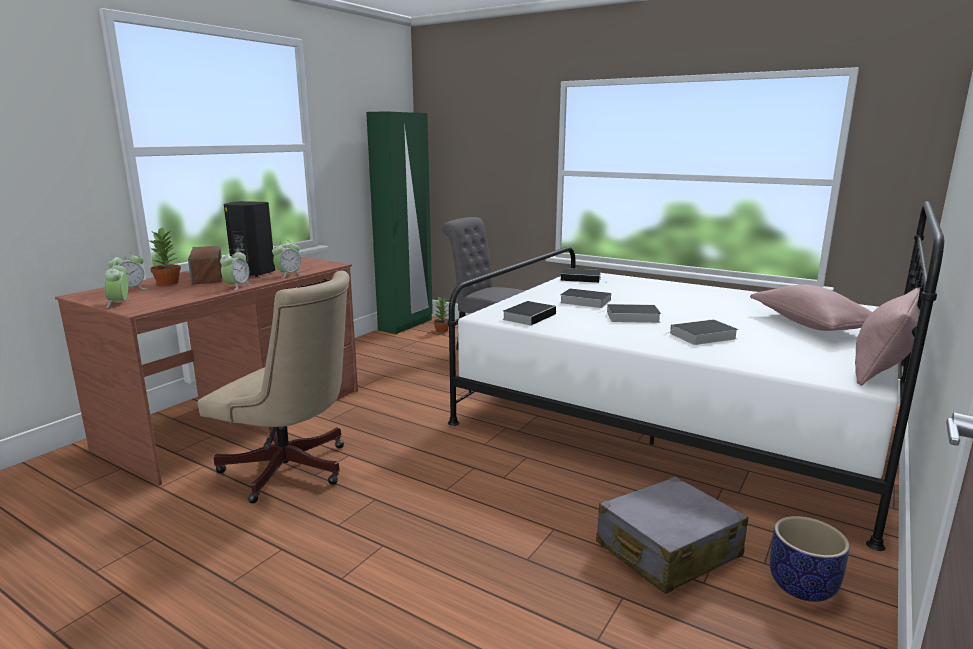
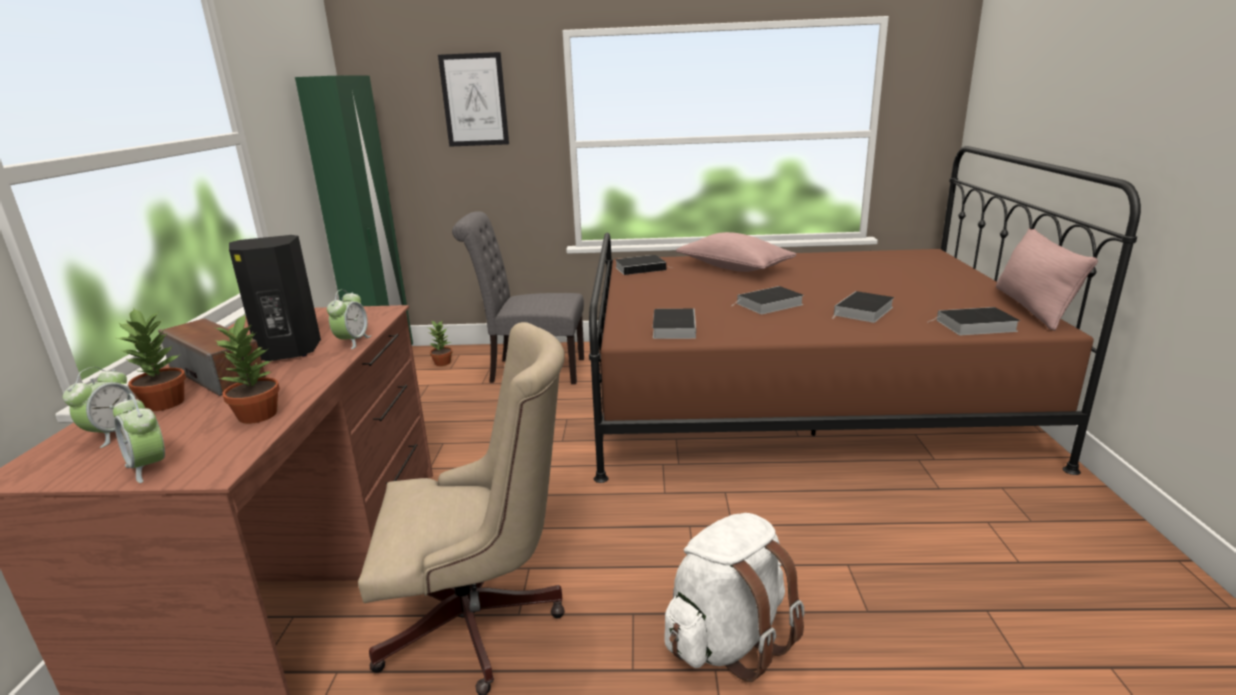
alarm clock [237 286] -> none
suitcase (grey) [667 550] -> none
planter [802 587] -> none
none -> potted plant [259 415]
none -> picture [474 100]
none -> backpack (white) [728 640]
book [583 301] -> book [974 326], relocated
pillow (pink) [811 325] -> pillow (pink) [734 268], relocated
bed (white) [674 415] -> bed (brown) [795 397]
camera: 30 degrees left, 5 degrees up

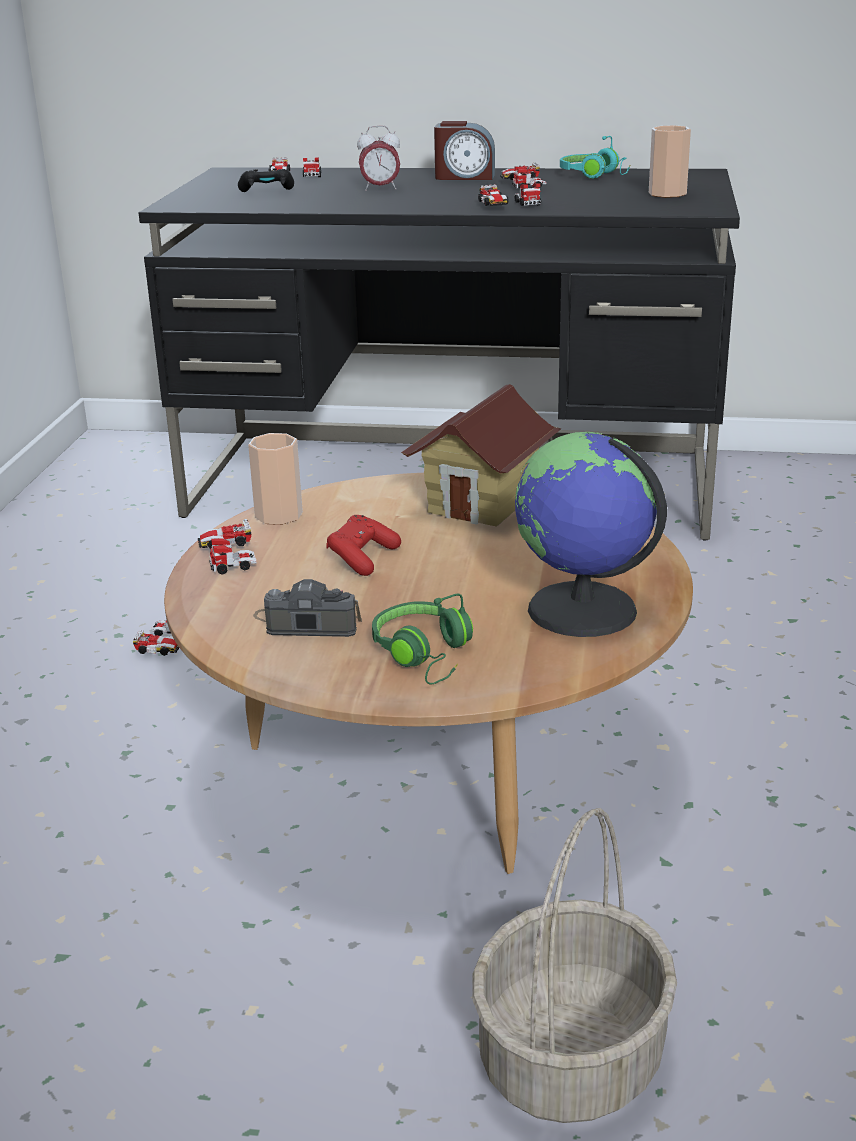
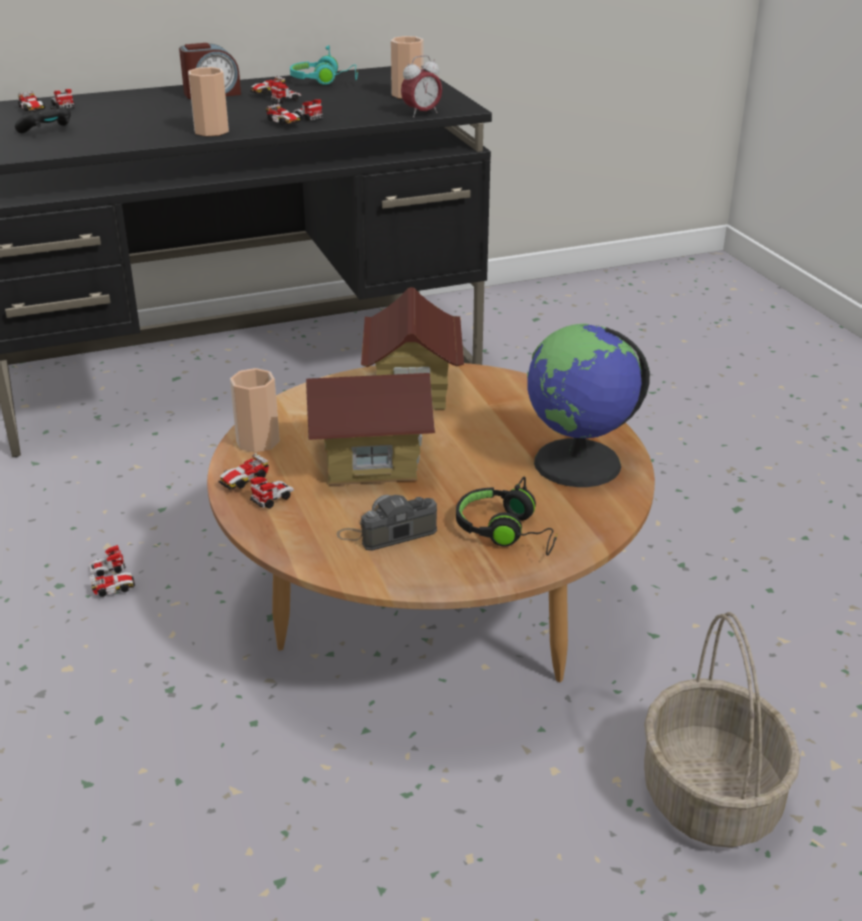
none -> cup [211 131]
alarm clock [380 189] -> alarm clock [421 114], relocated
game controller (red) [362 558] -> toy house [370 463]
headphones (green) [426 655] -> headphones (black) [507 532]
camera: 30 degrees left, 5 degrees up

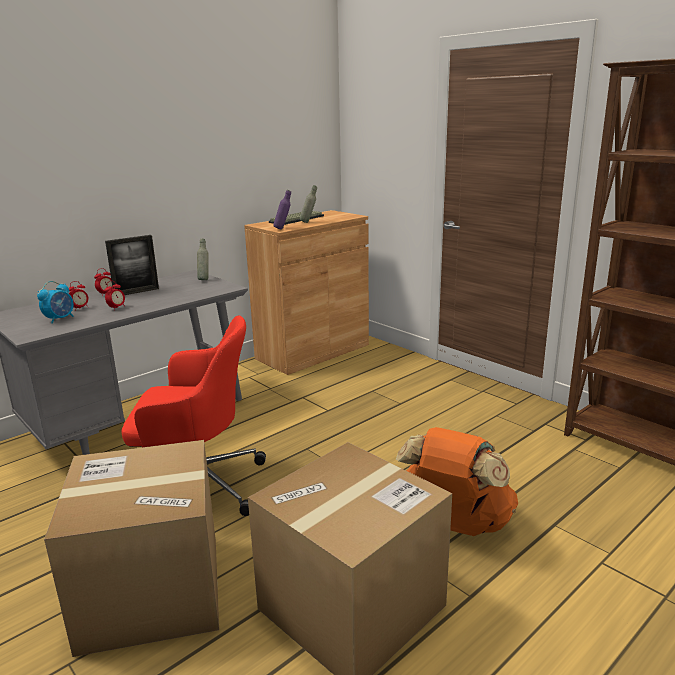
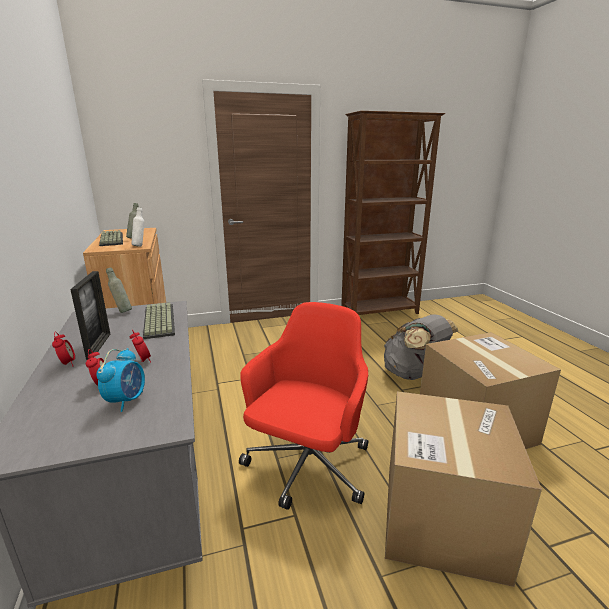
none -> keyboard [158 321]
bottle (purple) [283 229] -> bottle (white) [140 246]
backpack (orange) [454 524] -> backpack (grey) [414 374]
alarm clock [60 319] -> alarm clock [126 400], 45 degrees clockwise
camera: 65 degrees left, 0 degrees up

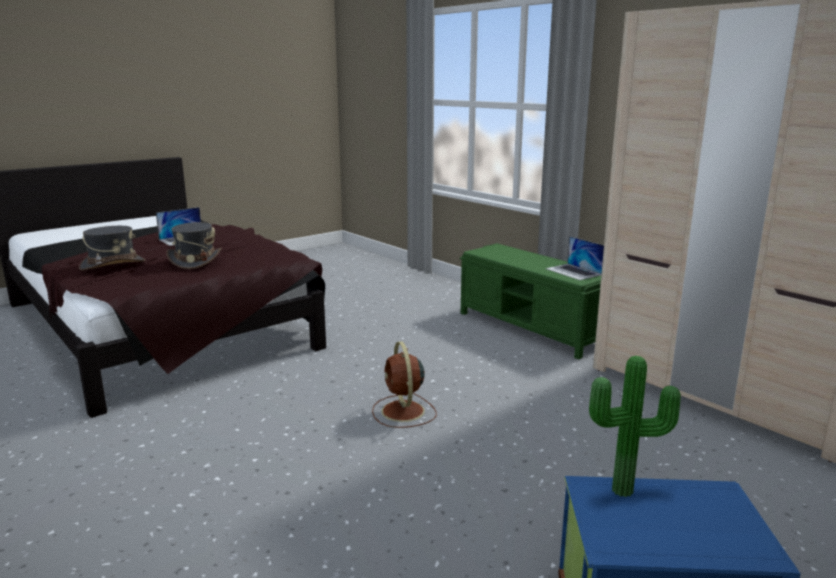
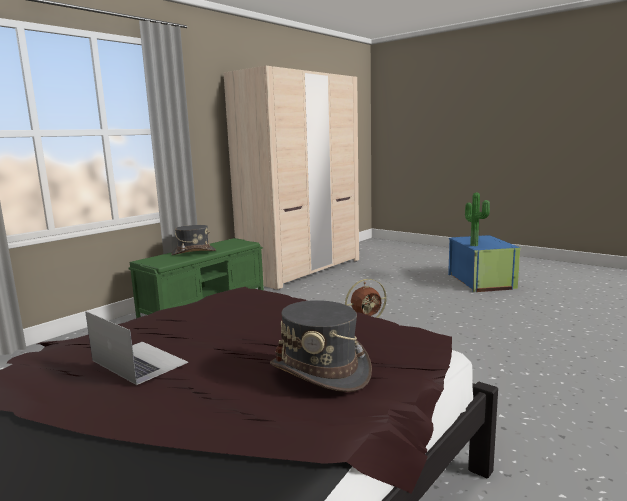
laptop [573 271] -> none
hat (grey) [195 261] -> hat (grey) [193 252], relocated
camera: 100 degrees left, 5 degrees down

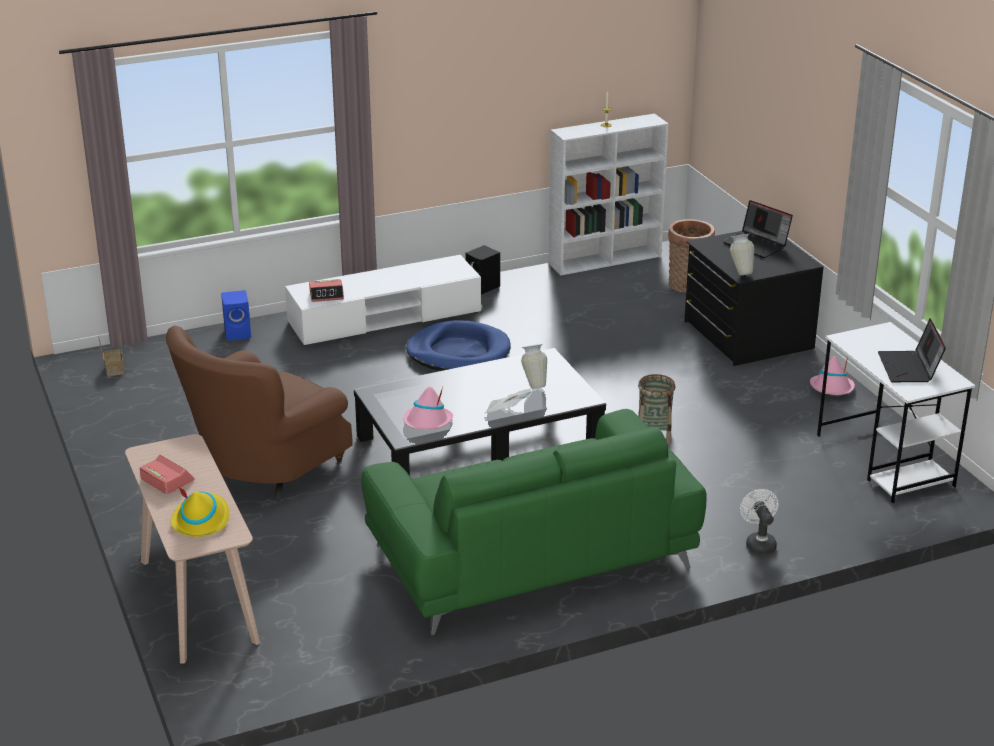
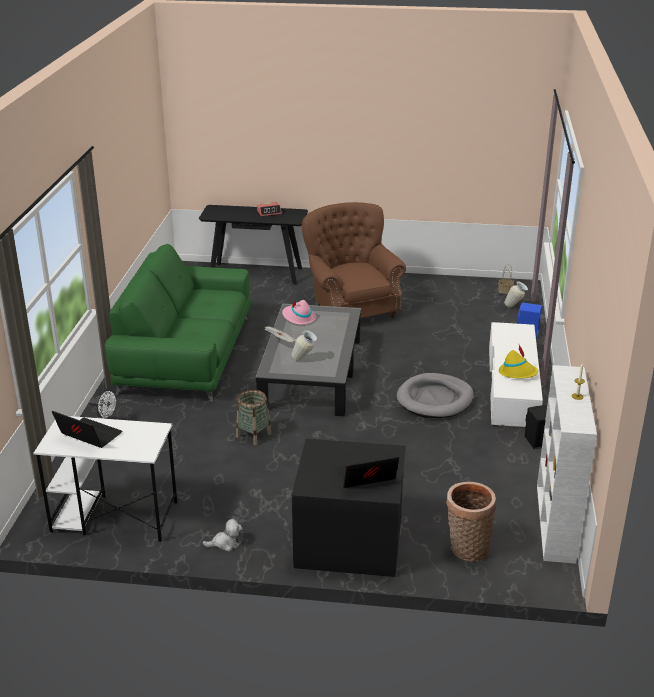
alarm clock [327 295] -> none
hat (yellow) [201 520] -> hat (yellow) [517 373], relocated
vase [740 272] -> vase [515 307], relocated
hat (pink) [832 388] -> plush toy [225 543]
console table (beige) [197 601] -> console table (black) [256 273]
dog bed (blue) [458 352] -> dog bed (grey) [435 399]
camera: 120 degrees right, 0 degrees up

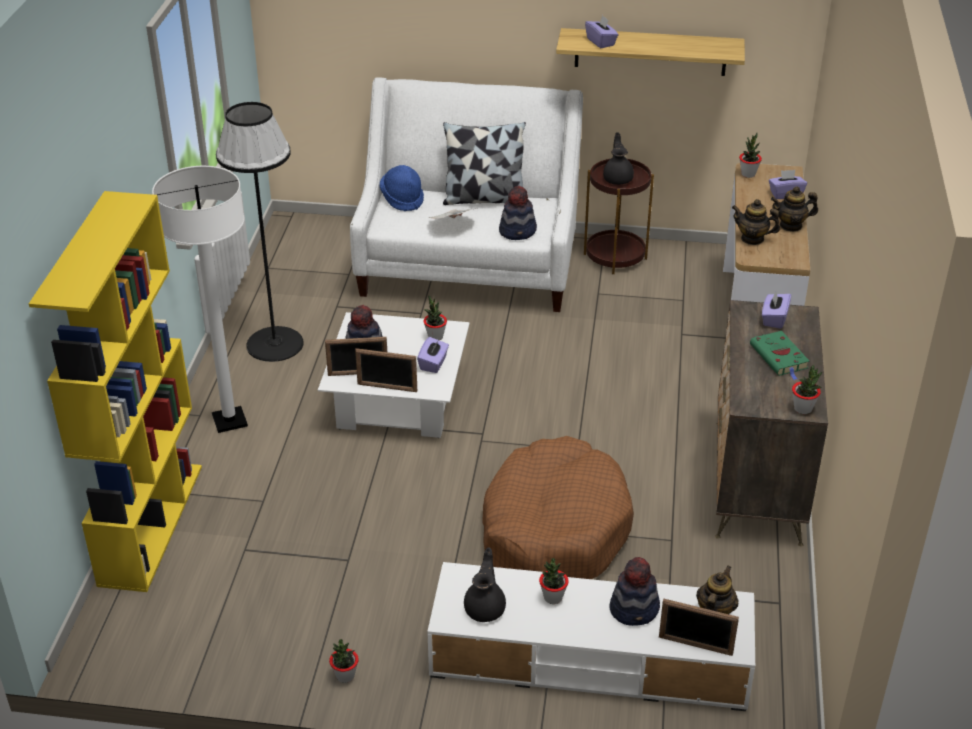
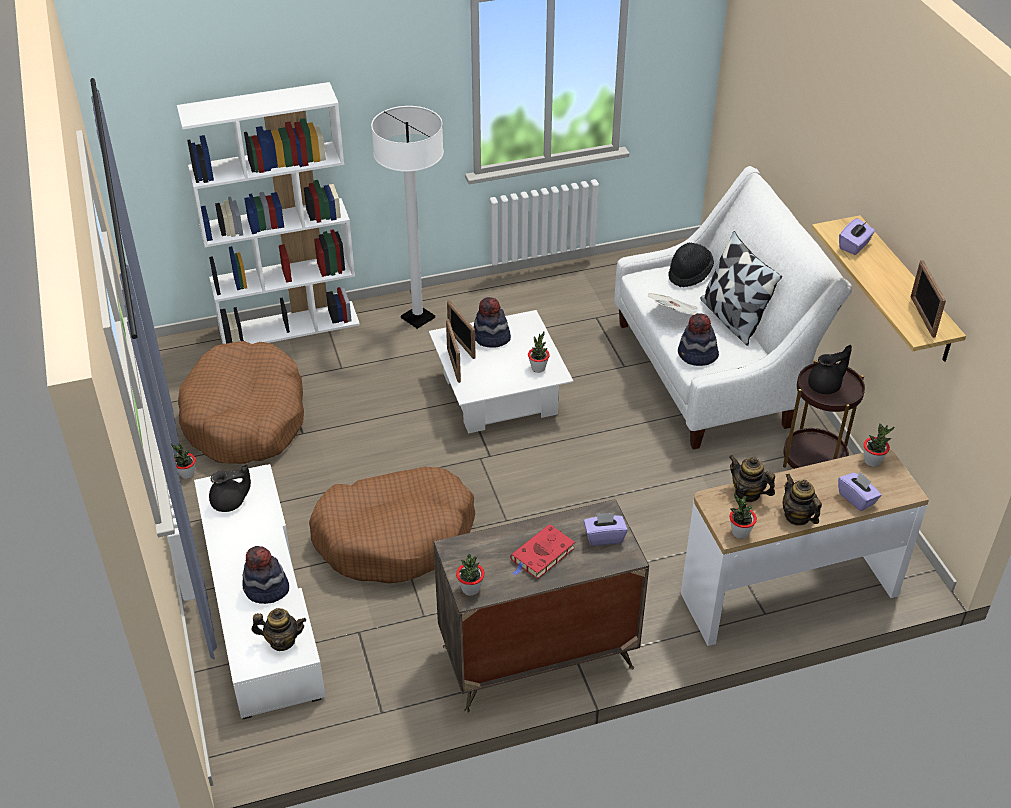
floor lamp (black) [274 344] -> none
tissue box (purple) [433 363] -> none
none -> dog bed (brown) [245 418]
potted plant [553 597] -> potted plant [740 532], relocated
picture frame [695 645] -> picture frame [922 316], relocated
bookcase (yellow) [150 523] -> bookcase (white) [290 325]
hat (blue) [402 199] -> hat (black) [689 274]
book (green) [780 358] -> book (red) [541 555]
teapot [752 239] -> teapot [747 493], 45 degrees counterclockwise
camera: 65 degrees right, 5 degrees up

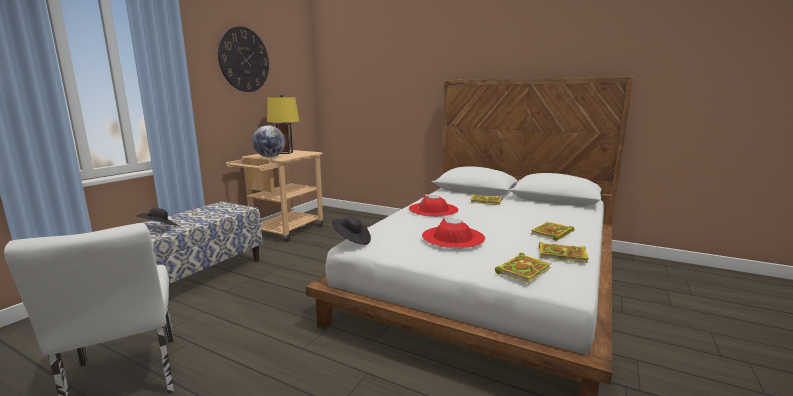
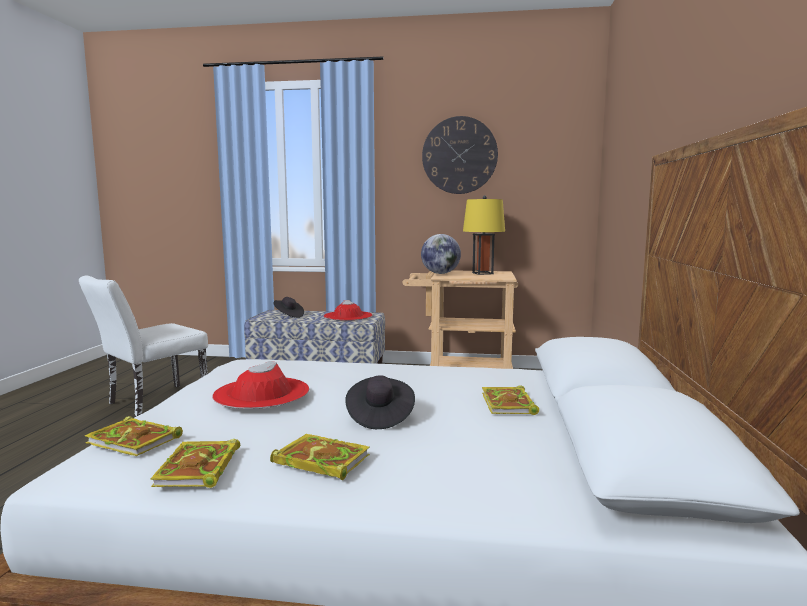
hat (black) [351 240] -> hat (black) [379 417], relocated
hat (red) [433 209] -> hat (red) [348 316], relocated
camera: 70 degrees right, 5 degrees down

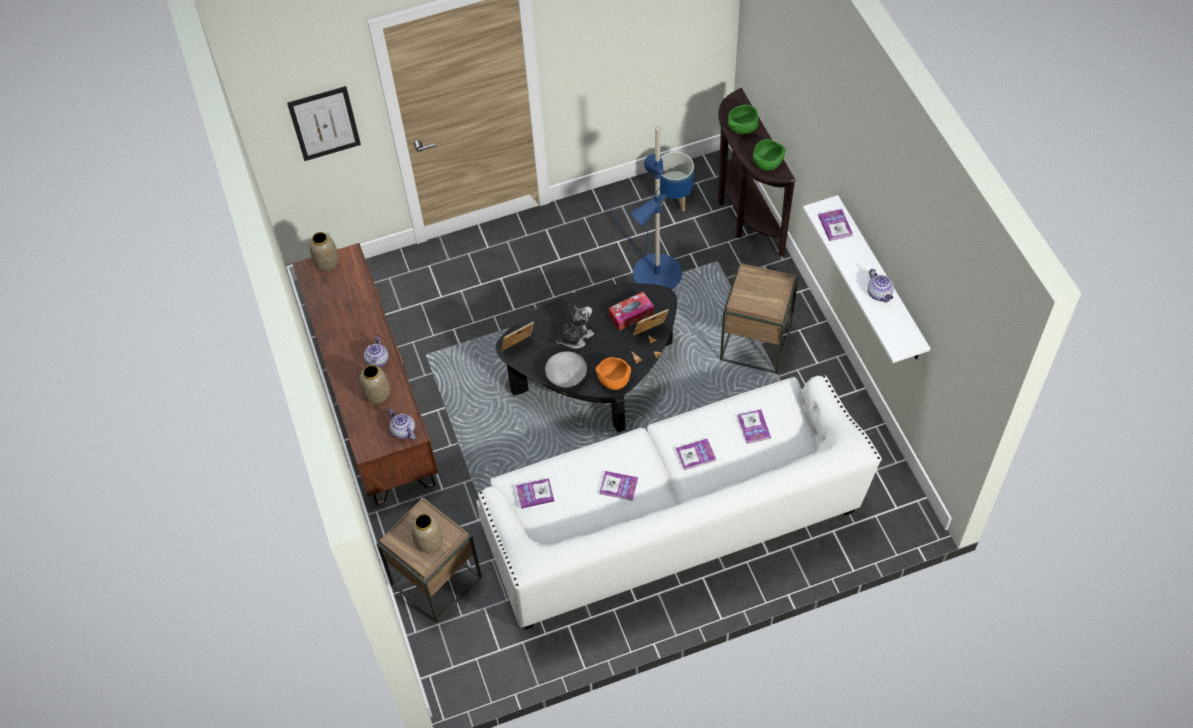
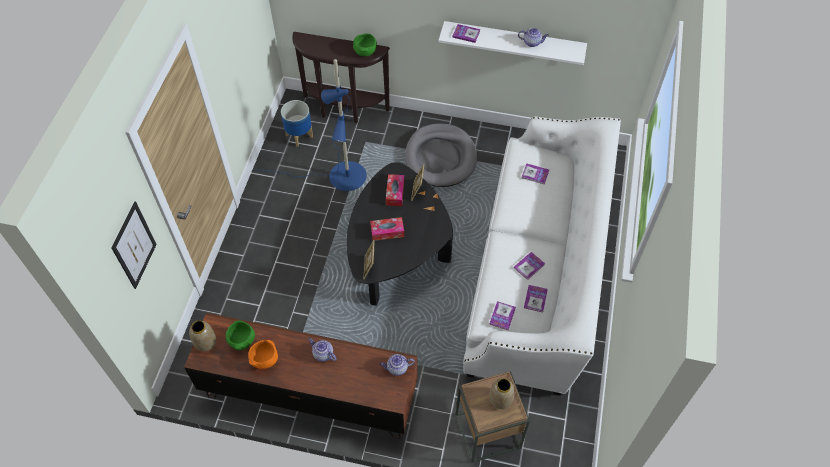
vase [378 395] -> none
bowl (grey) [566 377] -> none
bowl (orange) [613 381] -> bowl (orange) [265 361], relocated
book [696 455] -> book [535 299], relocated
bowl (green) [742 129] -> bowl (green) [242 341], relocated
plush toy [575 337] -> tissue box [387 232]
side table (brown) [756 343] -> dog bed (grey) [440 157]
camera: 60 degrees left, 0 degrees up

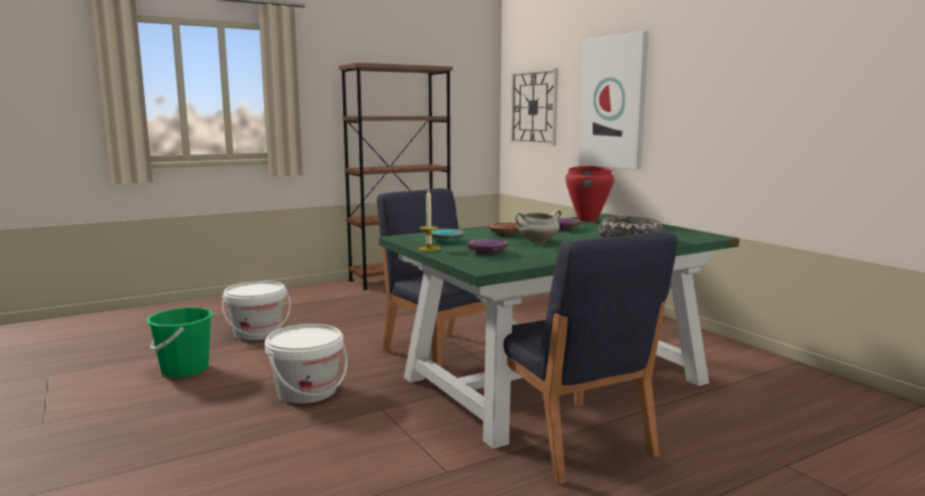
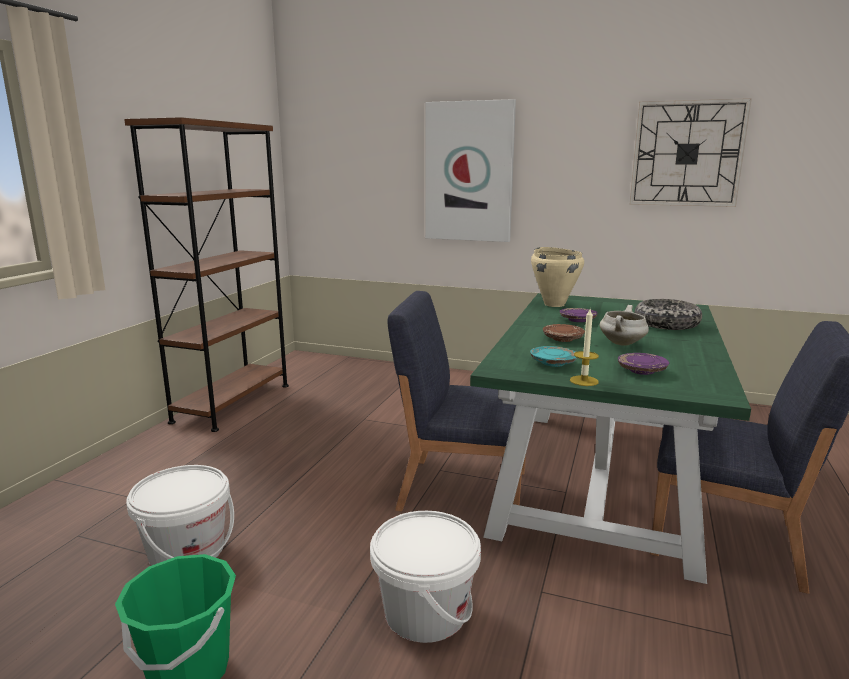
wall clock [534 107] -> wall clock [687 154], relocated
cooking pot (red) [588 220] -> cooking pot (beige) [554 304]
camera: 40 degrees left, 5 degrees up

